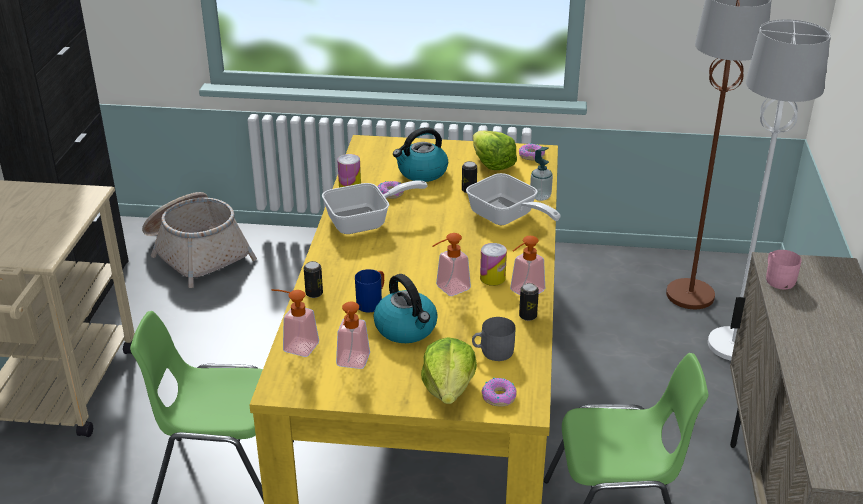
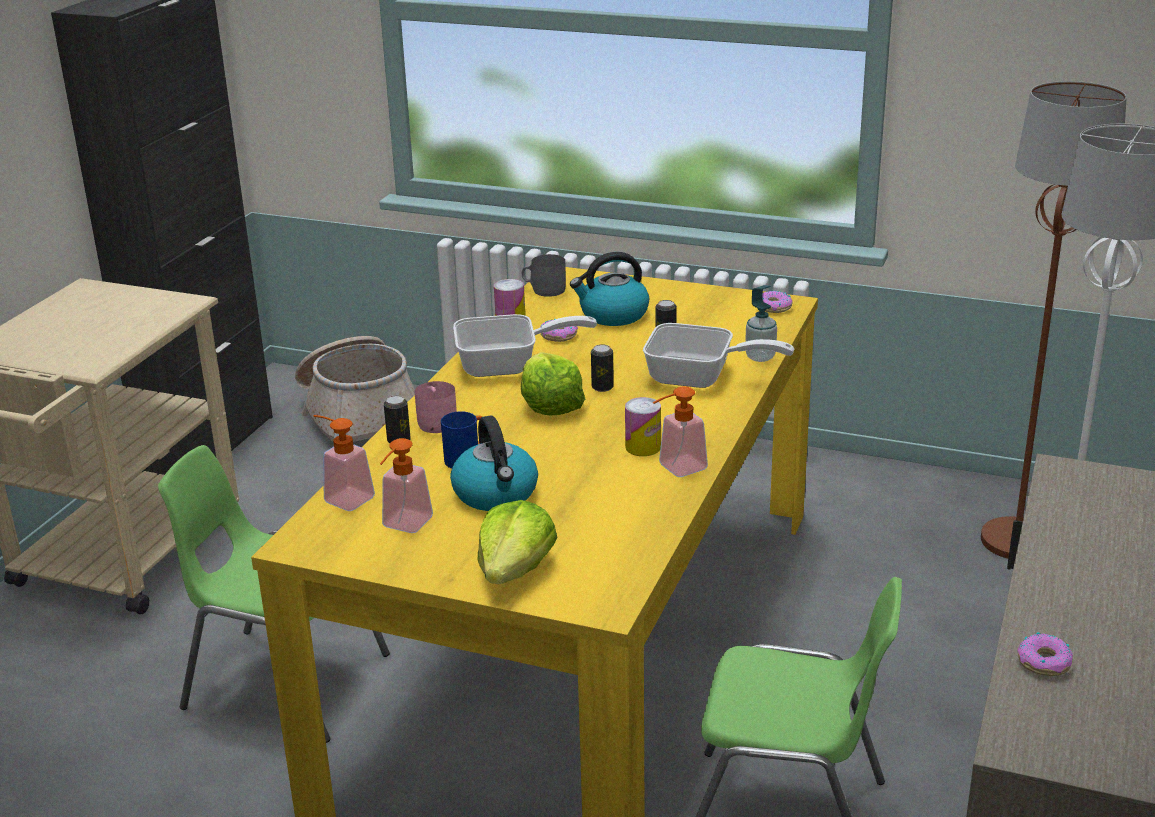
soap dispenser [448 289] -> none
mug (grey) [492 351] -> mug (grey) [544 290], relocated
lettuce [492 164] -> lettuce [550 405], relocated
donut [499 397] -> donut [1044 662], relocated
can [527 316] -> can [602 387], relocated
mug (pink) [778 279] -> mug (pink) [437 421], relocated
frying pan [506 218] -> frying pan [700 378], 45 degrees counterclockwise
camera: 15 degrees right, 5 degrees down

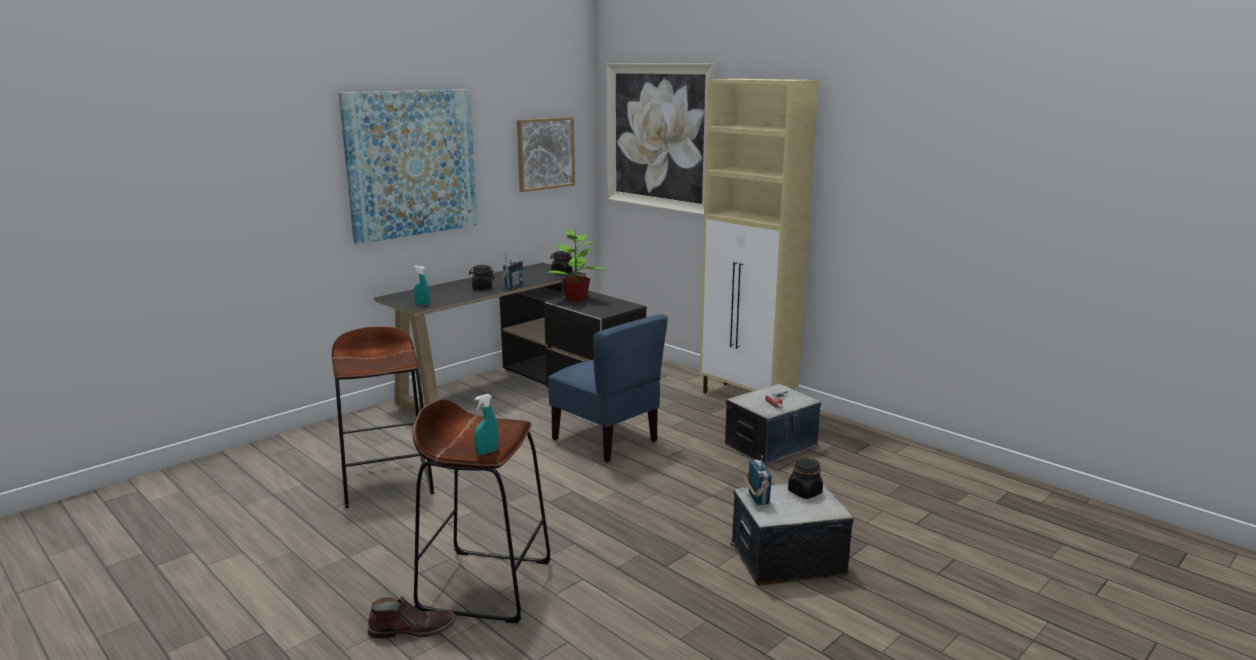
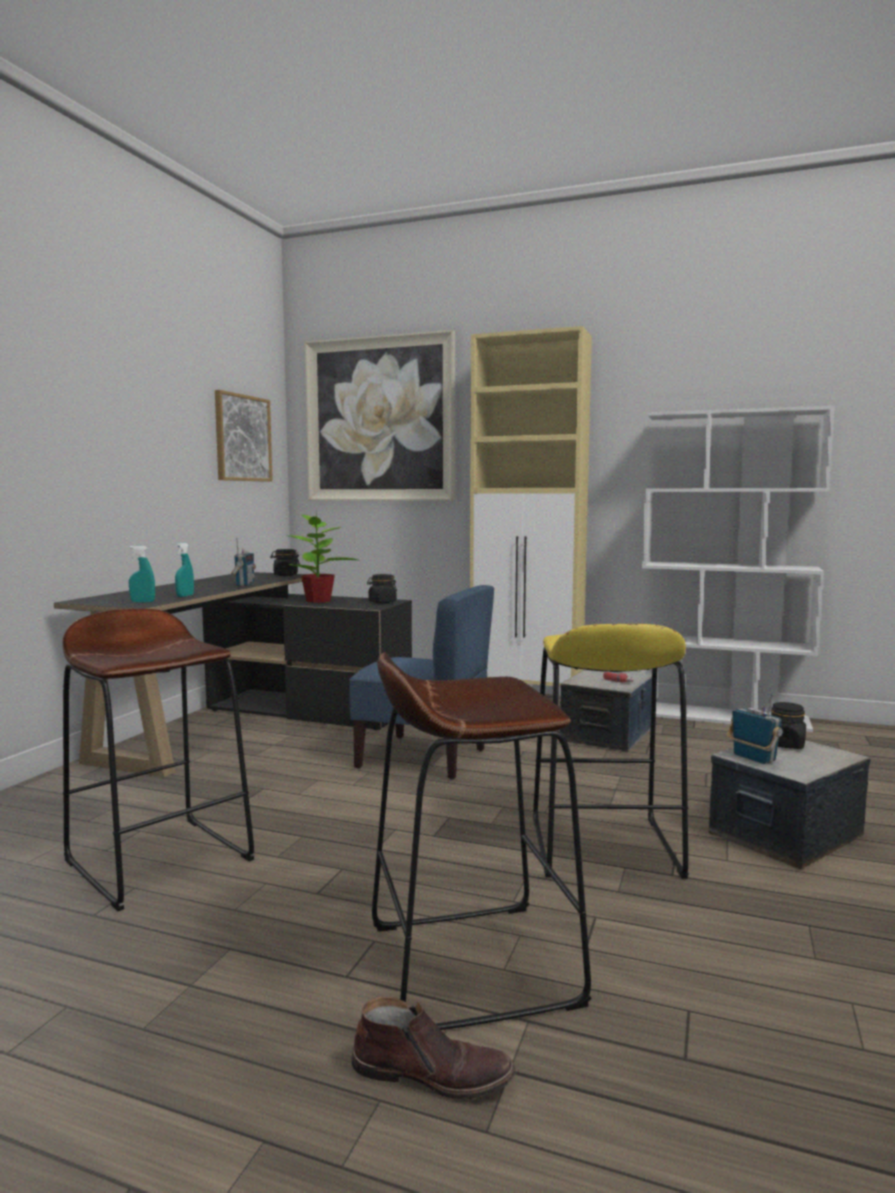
picture [412 163] -> none
none -> stool (yellow) [603 847]
none -> bookcase (white) [722 716]
jar (black) [482 288] -> jar (black) [382 602], relocated
spray bottle (turquoise) [487 452] -> spray bottle (turquoise) [185 596], relocated
boot (brown) [413 629] -> boot (brown) [432 1073], 45 degrees clockwise
camera: 25 degrees left, 10 degrees down

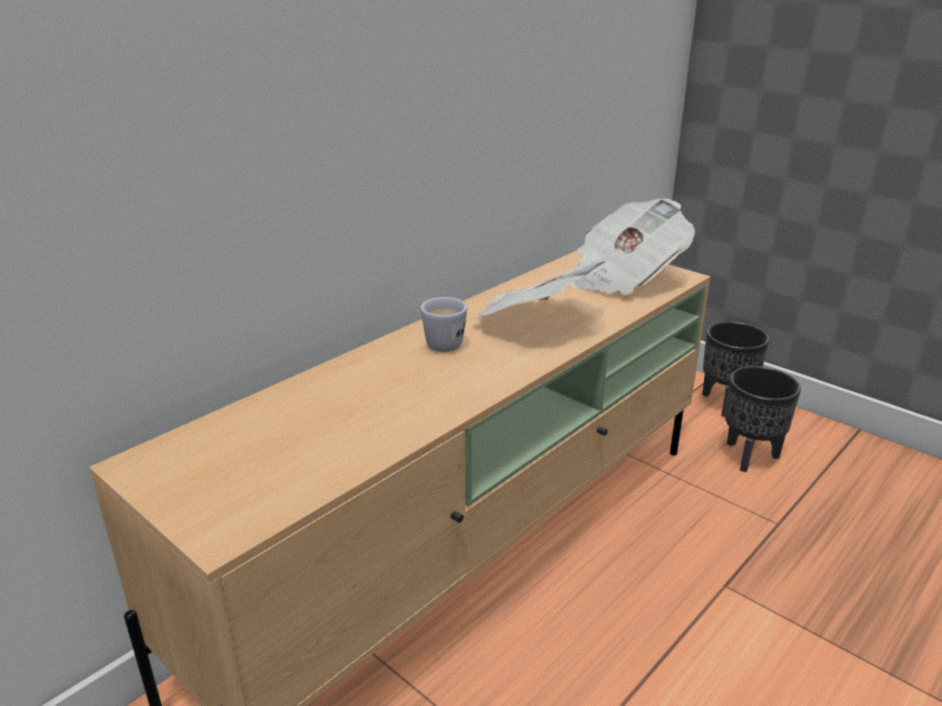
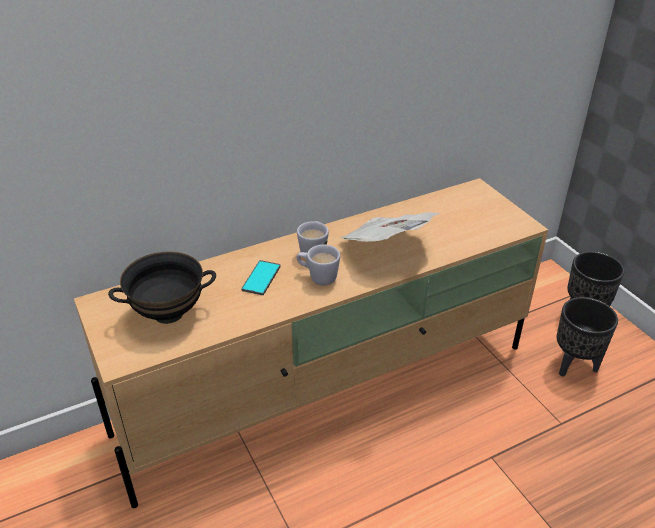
newspaper [622 277] -> none
none -> bowl (black) [168 314]
none -> phone [261 278]
none -> mug (white) [317 277]
camera: 20 degrees right, 10 degrees up

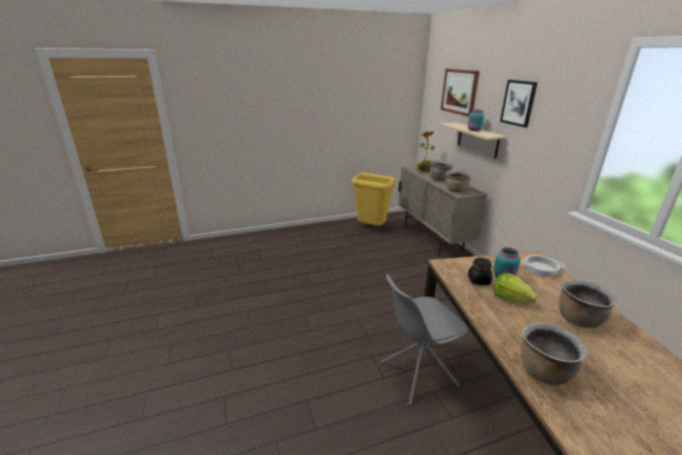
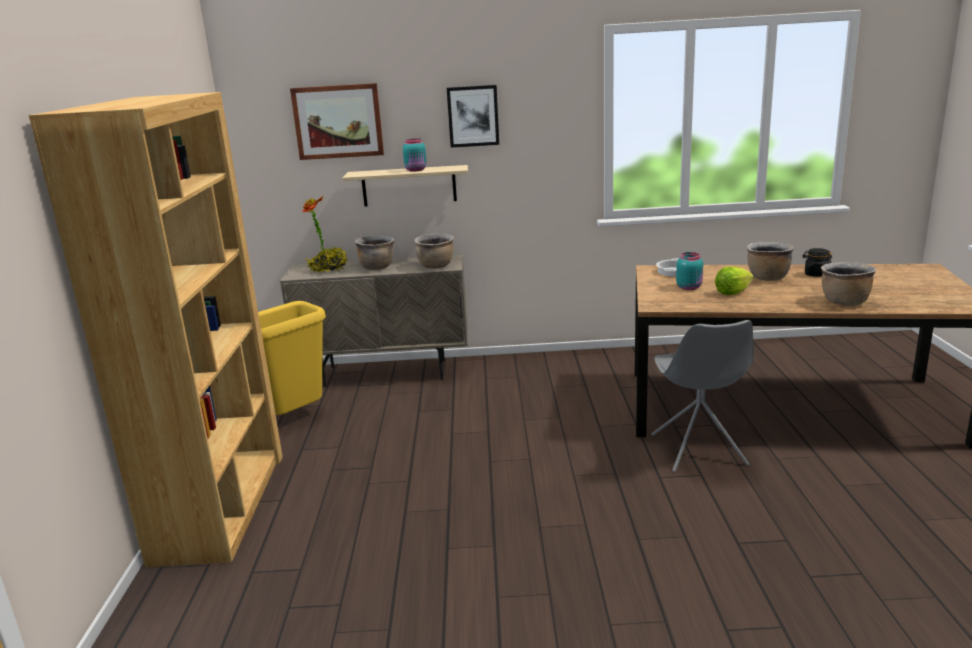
none -> bookcase (brown) [221 505]
jar (black) [478 280] -> jar (black) [815 274], relocated
camera: 70 degrees left, 5 degrees down

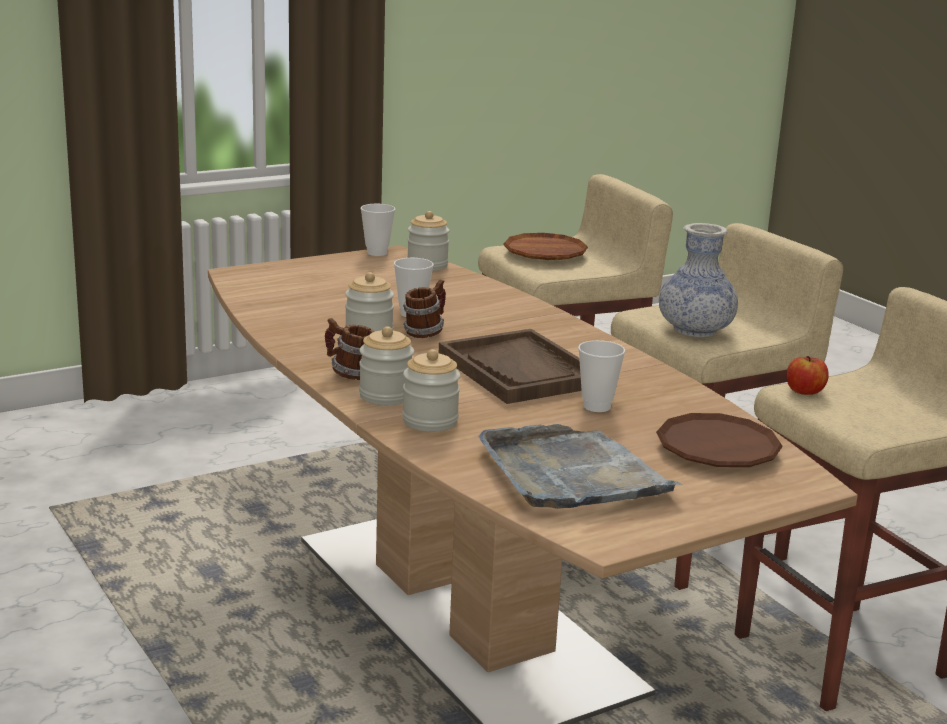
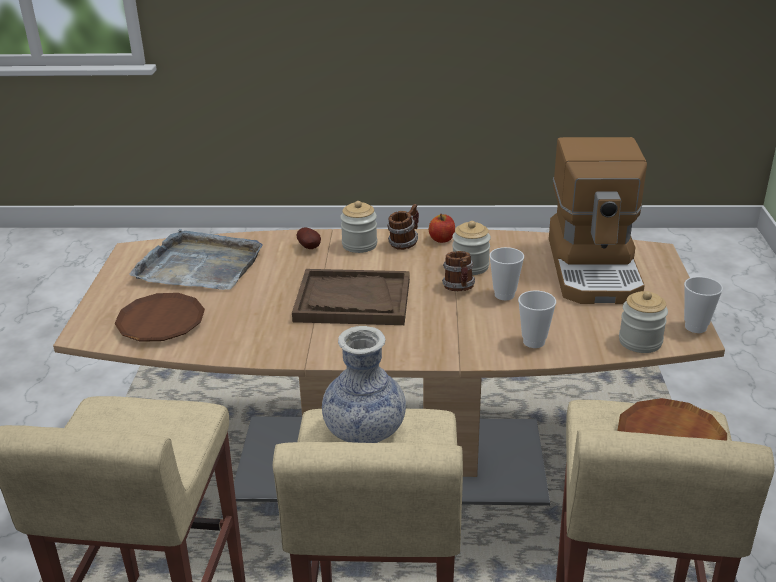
none -> coffee machine [595 268]
cup [597 406] -> cup [534 342], relocated
apple [804 391] -> apple [442 239], relocated
jar [430 421] -> potato [310 247]
camera: 125 degrees right, 10 degrees up

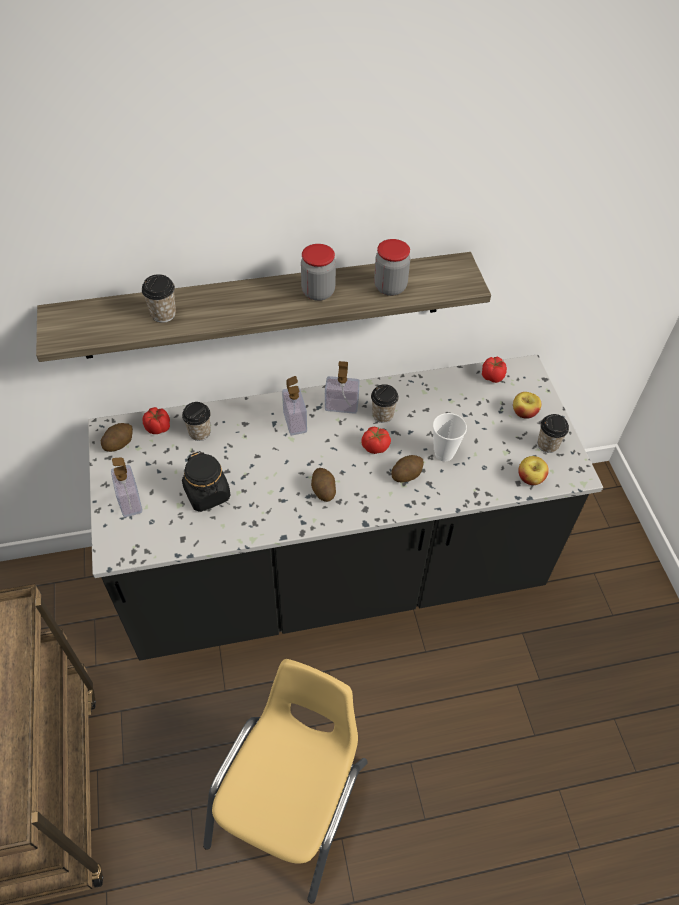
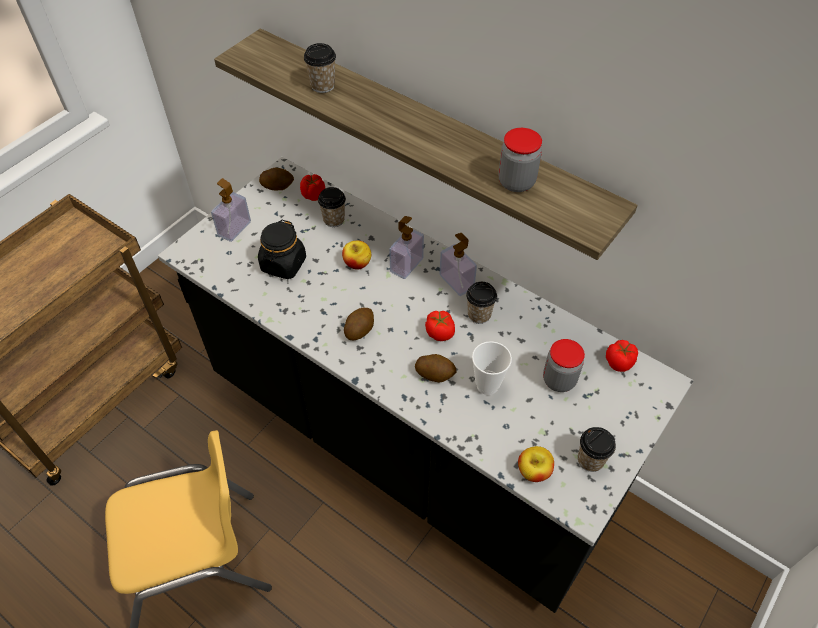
jar [318 292] -> jar [559 380], relocated
apple [524 413] -> apple [357 263], relocated
camera: 50 degrees right, 0 degrees up

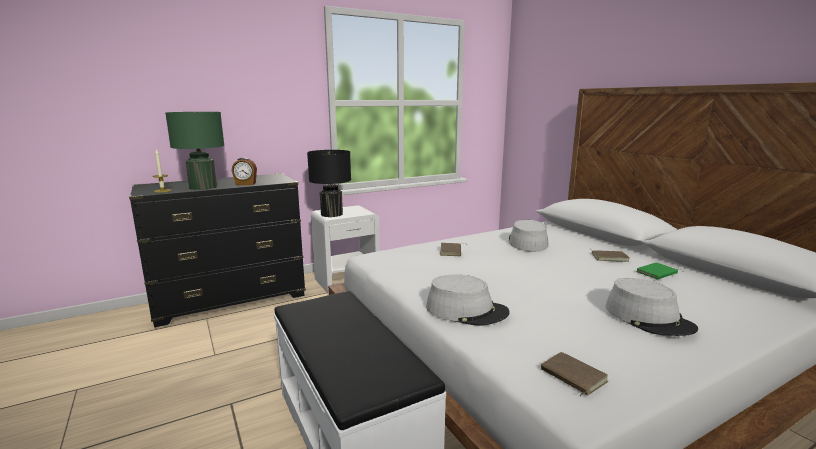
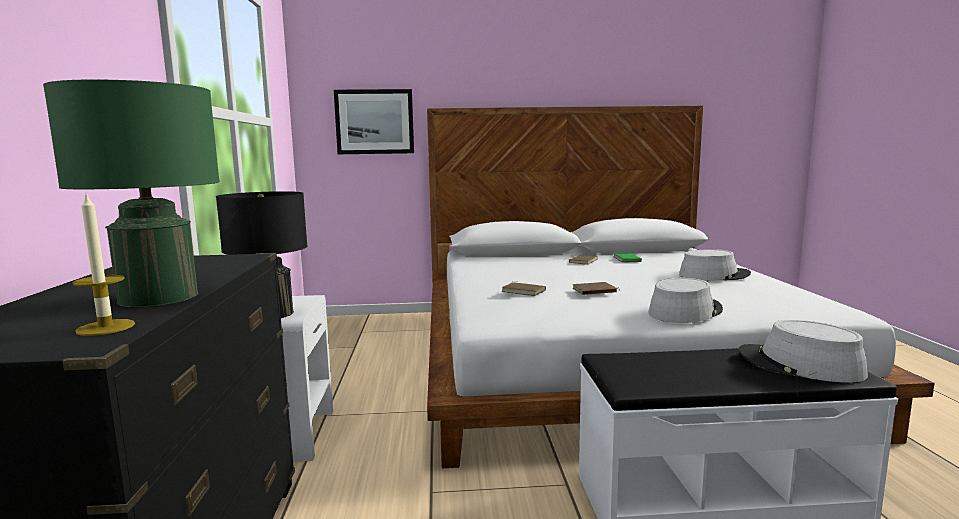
alarm clock [245 184] -> none
none -> picture [374 122]
hat (grey) [527 242] -> hat (grey) [799 365], relocated
book (brown) [572 376] -> book (brown) [594 291], relocated
camera: 65 degrees left, 5 degrees down

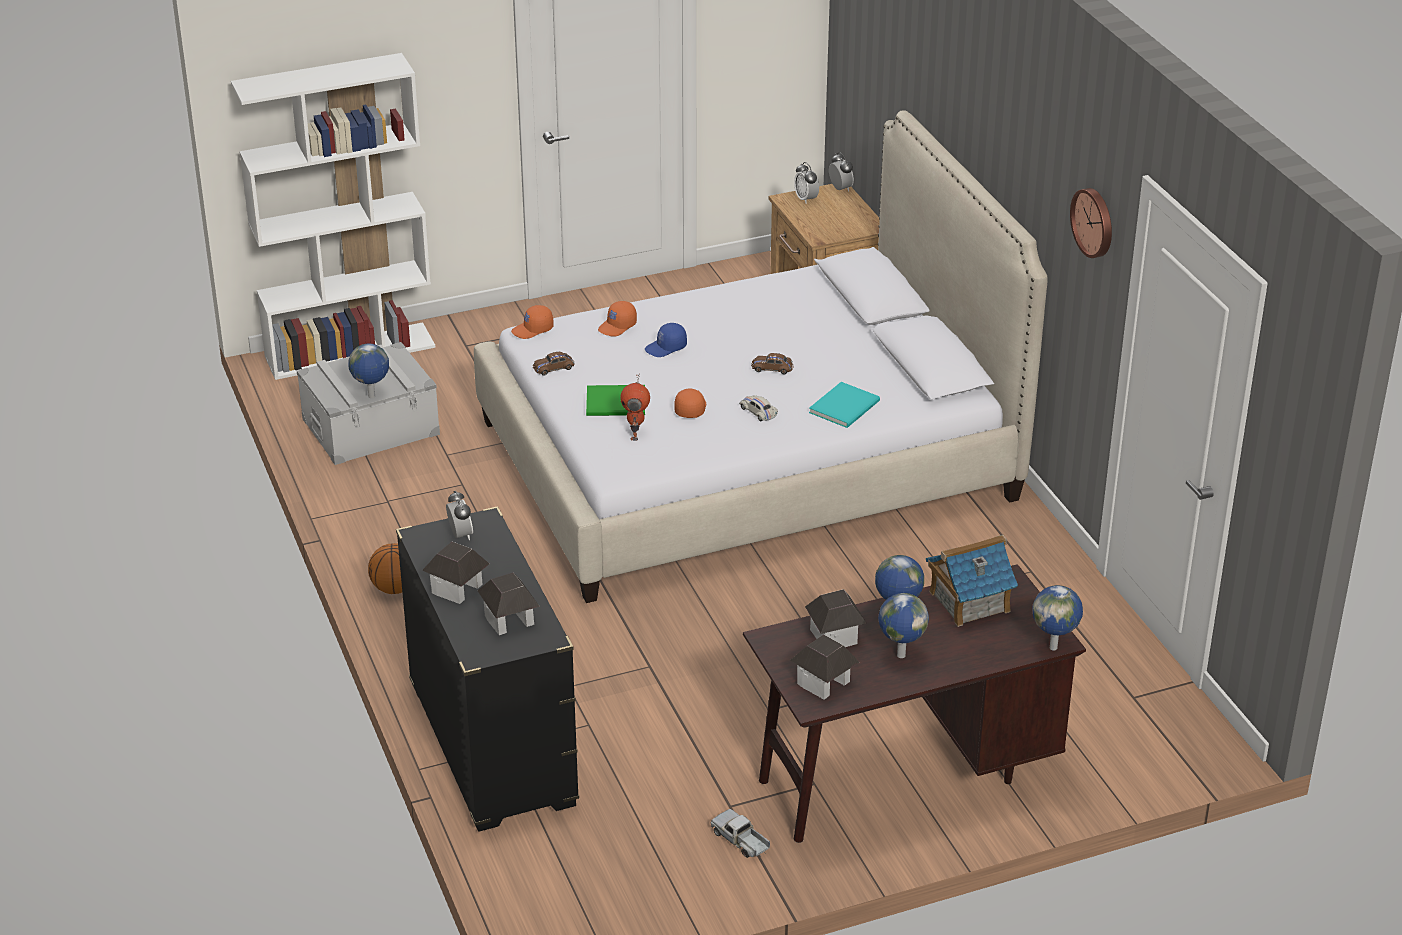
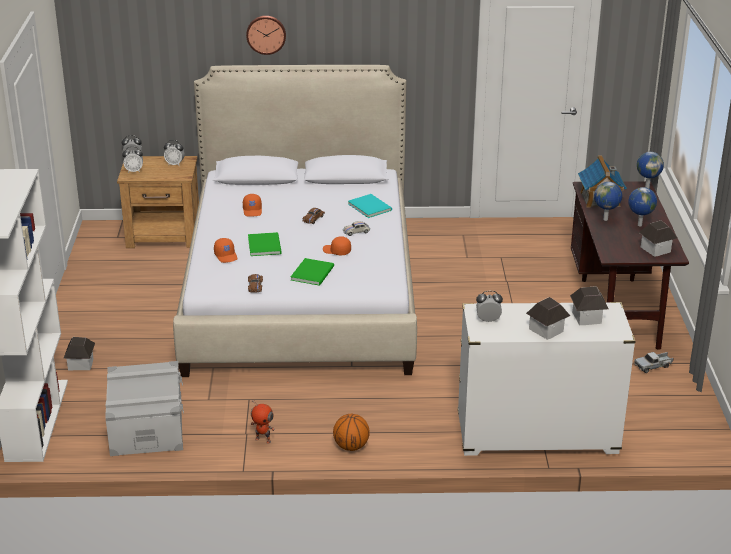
globe [372 397] -> none
none -> alarm clock [175 164]
cap (orange) [533 330] -> cap (orange) [253 210], relocated
toy robot [636 434] -> toy robot [263 439], relocated
toy house [834 636] -> toy house [81 364], relocated
wall clock [1094 222] -> wall clock [266 34], relocated
cap (blue) [666 348] -> book (green) [265 245]
dresser (black) [492 745] -> dresser (white) [536 435]
camera: 70 degrees left, 5 degrees down

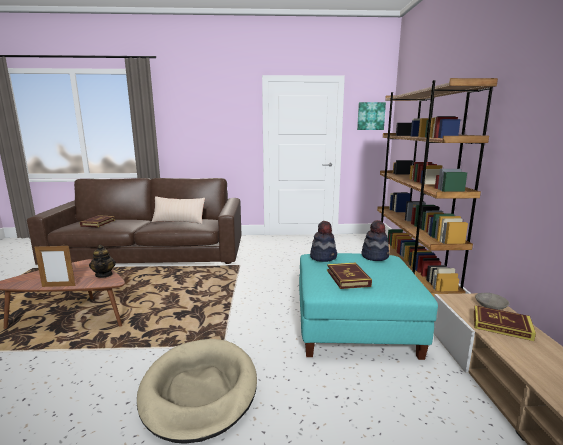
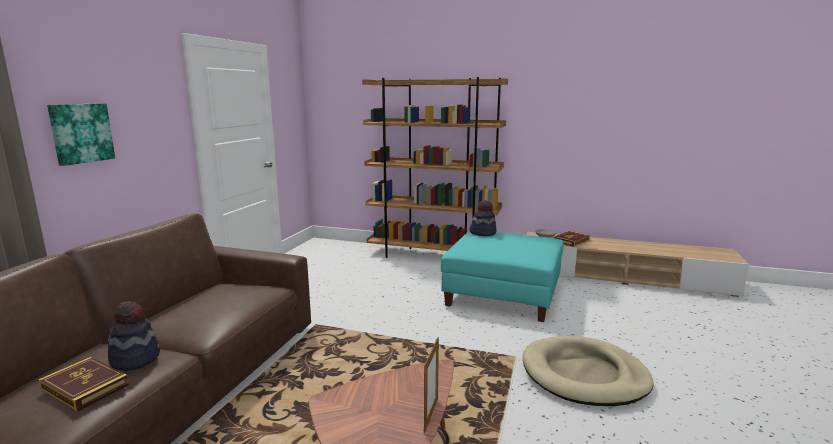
teapot [104 274] -> none
pillow (beige) [179 221] -> none
book [348 278] -> none
hat [323 257] -> hat [135 359], relocated
picture [370 116] -> picture [81 133], relocated
camera: 70 degrees left, 0 degrees up

